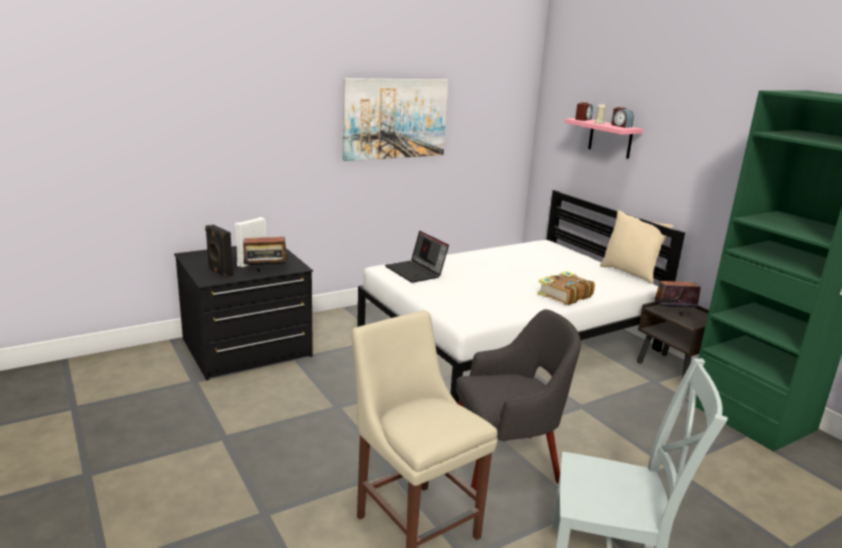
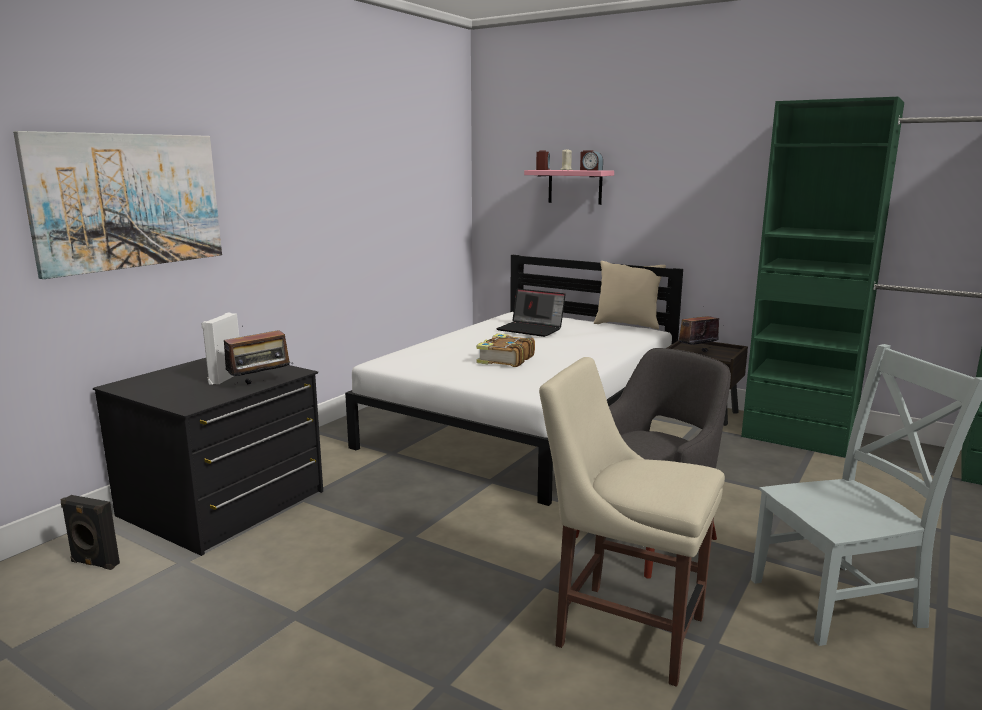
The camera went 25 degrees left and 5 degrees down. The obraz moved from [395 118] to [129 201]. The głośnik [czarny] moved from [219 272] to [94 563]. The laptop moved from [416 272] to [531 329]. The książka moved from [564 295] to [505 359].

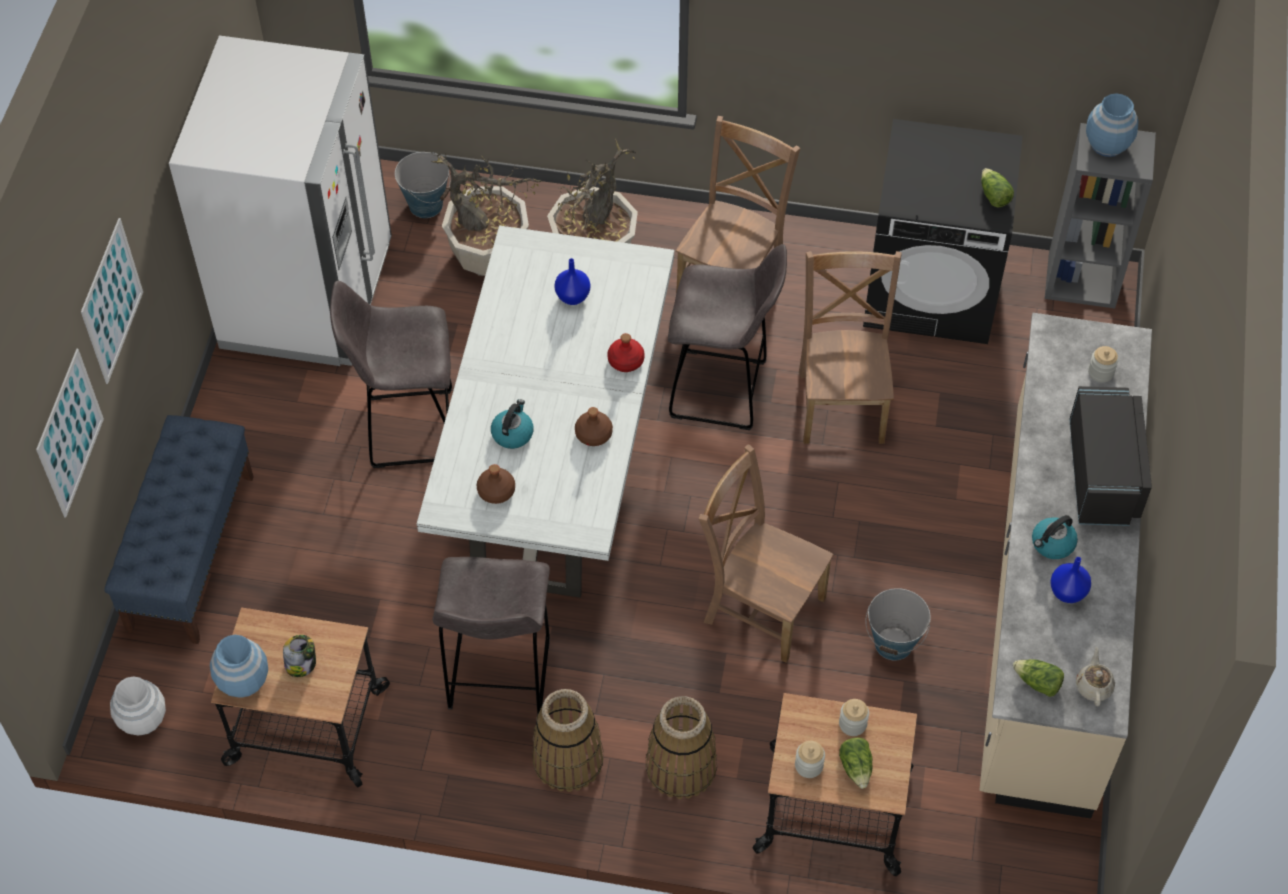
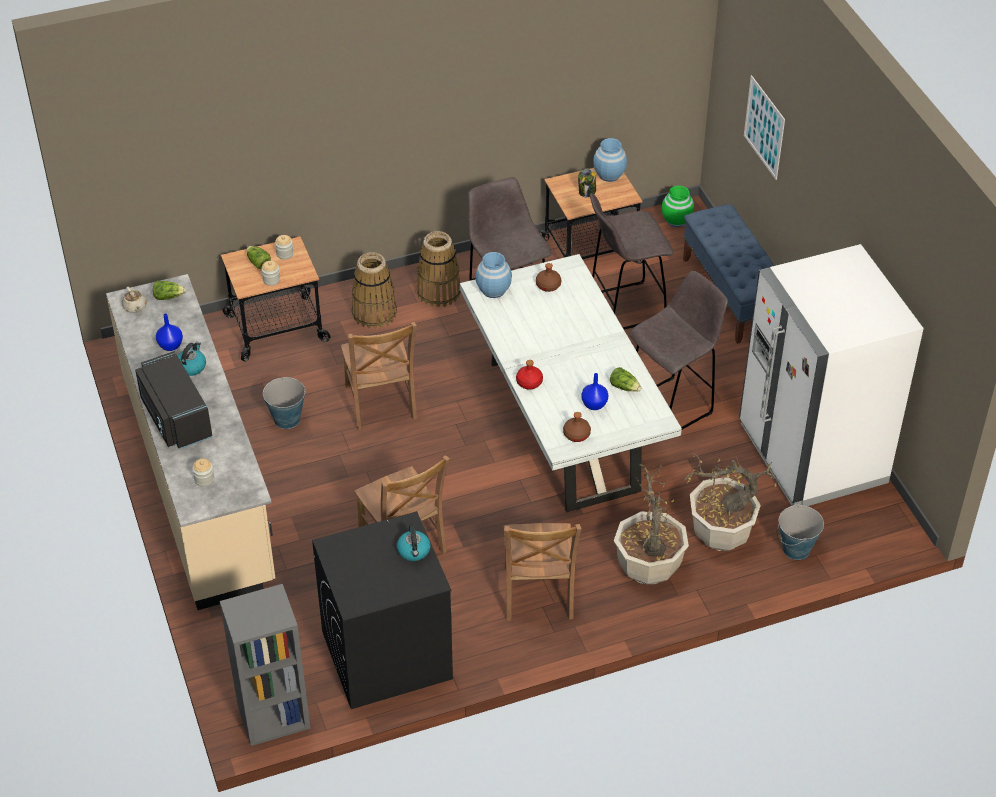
The camera went 150 degrees right and 10 degrees down. The wazon [niebieski] moved from [1107 144] to [493 290]. The sałata moved from [993 195] to [624 387]. The obraz at [112 301] disappeared. The stołek [szary] moved from [722 390] to [624 307]. The czajnik moved from [512 433] to [414 551]. The butelka [brązowy] moved from [593 434] to [576 434]. The krzesło [brązowy] at [760 606] turned 75 degrees clockwise. The wazon [biały] at [143 720] became the wazon [zielony] at [676 220].

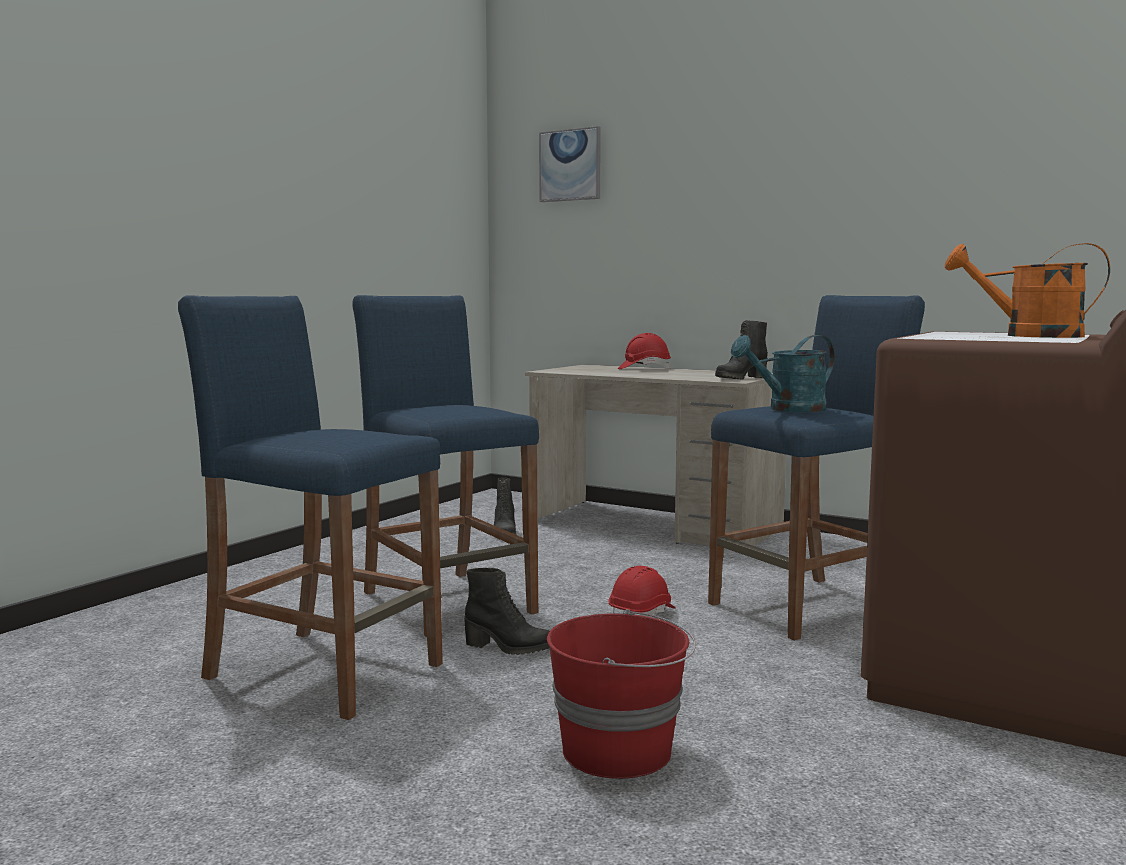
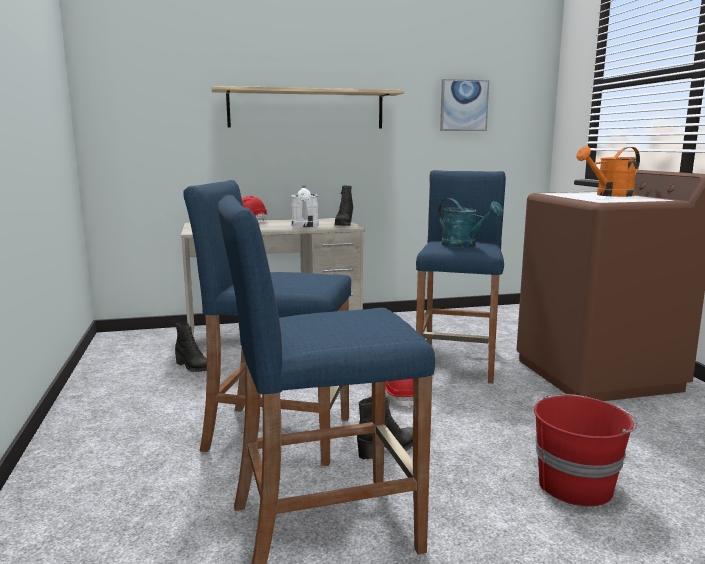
The camera went 45 degrees left and 5 degrees up. The obraz moved from [570 165] to [463 105]. The konewka [turkusowy] at [788 409] turned 60 degrees counterclockwise. The półka at [306 109] appeared. The konewka [biały] at [305 226] appeared.

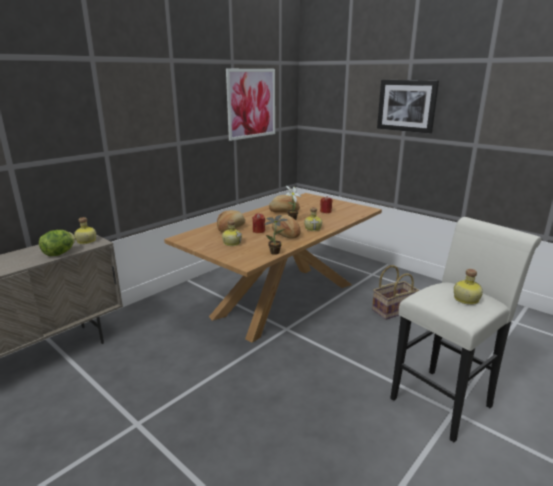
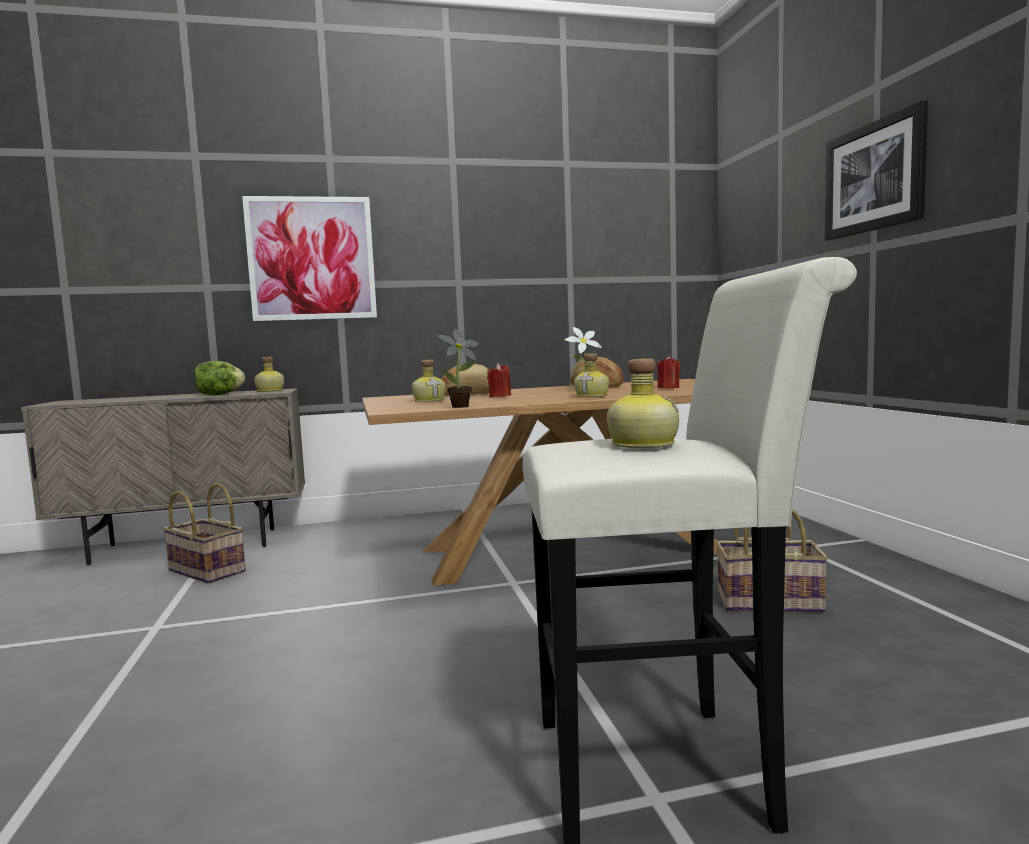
The camera went 35 degrees right and 15 degrees down. The obraz moved from [251 103] to [311 258]. The chleb at [285 234] disappeared. The koszyk at [205 571] appeared.

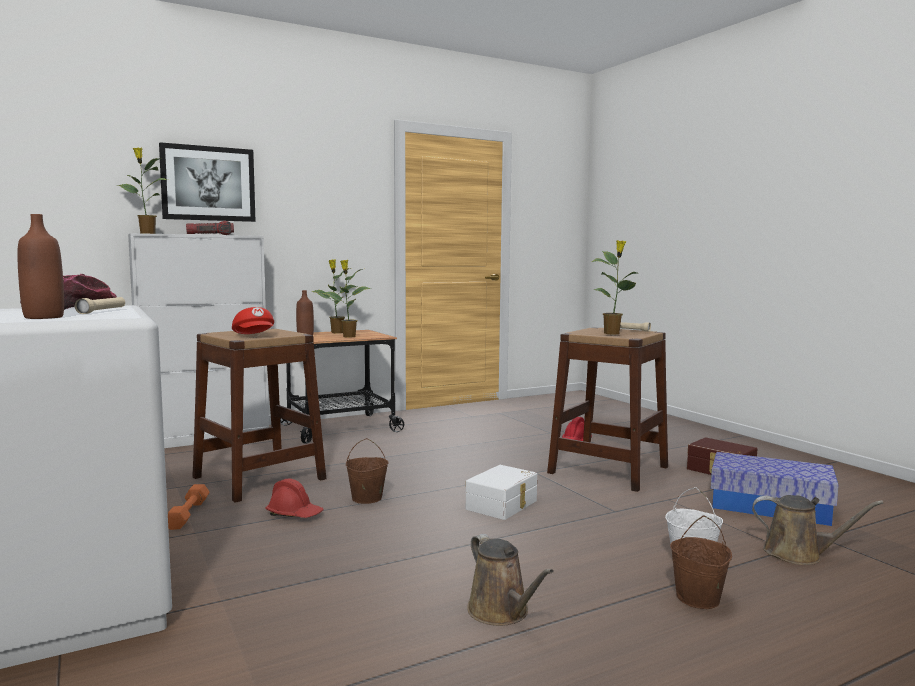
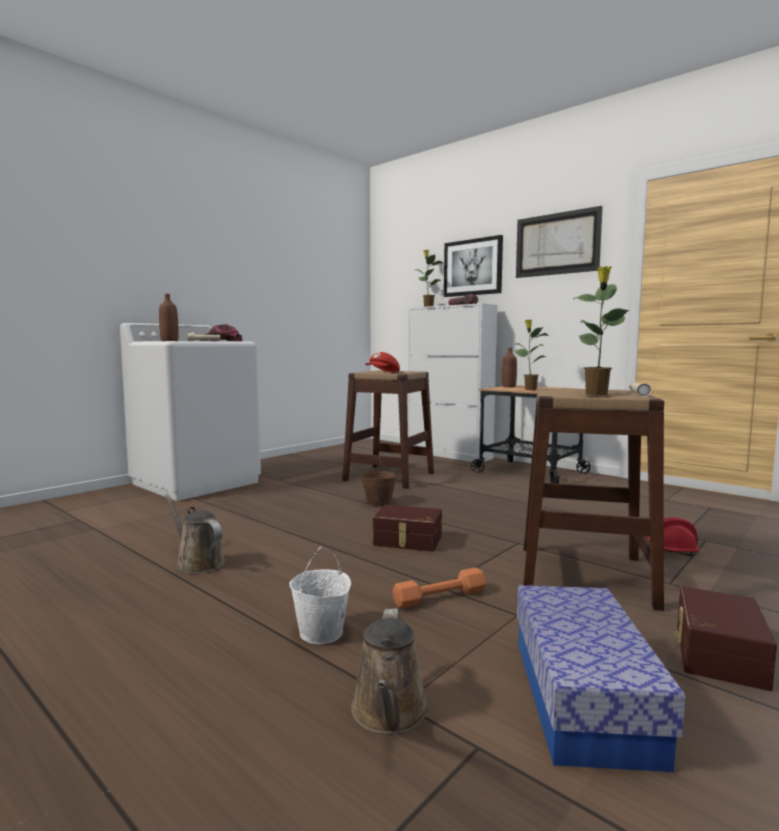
The camera went 70 degrees right and 0 degrees up. The roślina doniczkowa at [336 332] disappeared. The pojemnik do przechowywania [biały] at [503 505] became the pojemnik do przechowywania [brązowy] at [407 541]. The kask [czerwony] at [295 514] disappeared. The hantel [pomarańczowy] moved from [188 514] to [440 597]. The wiadro [brązowy] at [698 599] disappeared. The konewka [brązowy] at [501 612] turned 90 degrees clockwise. The obraz at [557 244] appeared.

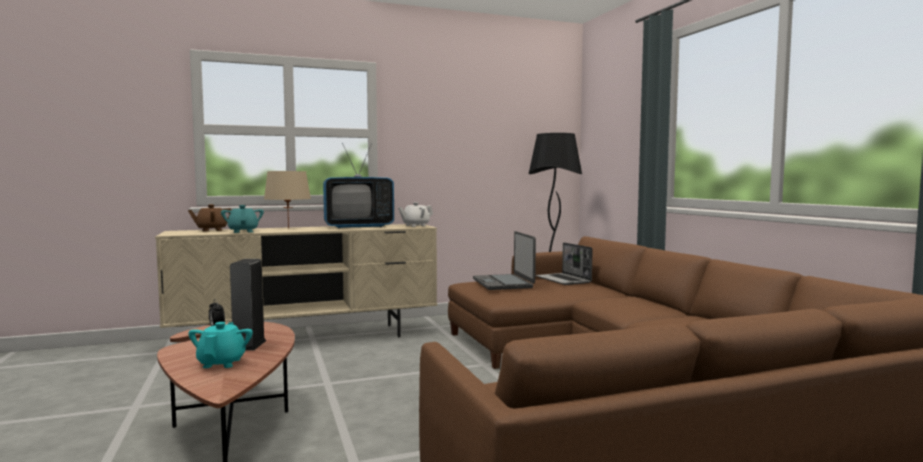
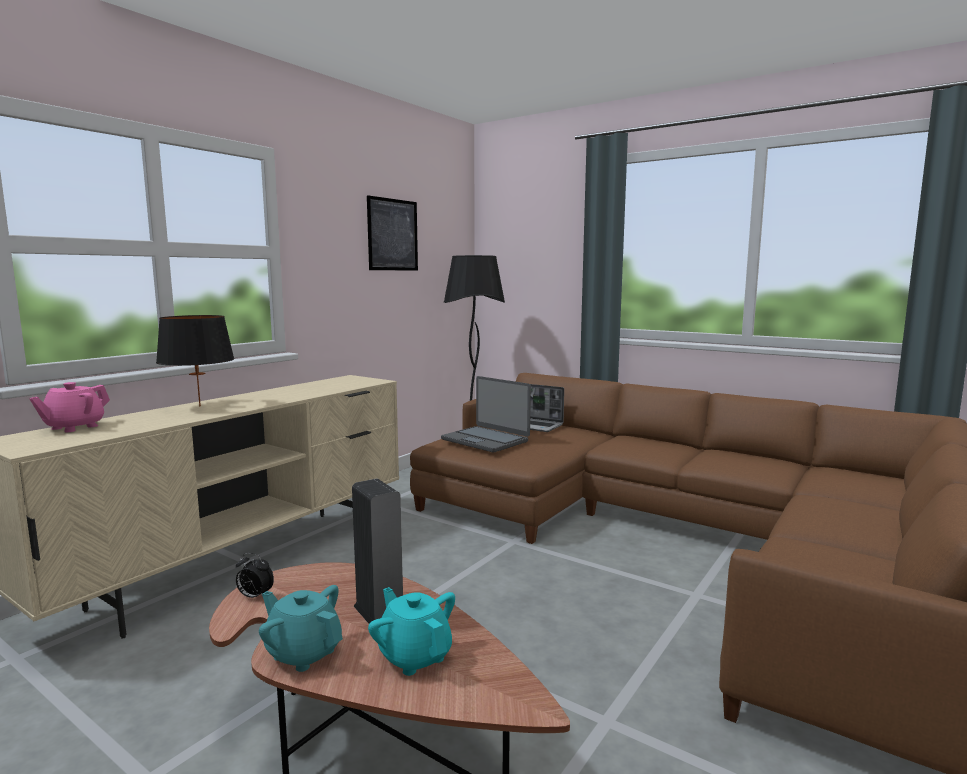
The camera went 35 degrees left and 5 degrees up. The telewizor at [359 227] disappeared. The lampa stołowa [beżowy] at [288 228] became the lampa stołowa [czarny] at [199 406]. The imbryk [biały] at [415 225] disappeared. The imbryk [brązowy] at [211 230] became the imbryk [różowy] at [74 427]. The imbryk [turkusowy] moved from [243 231] to [303 653]. The obraz at [393 235] appeared.

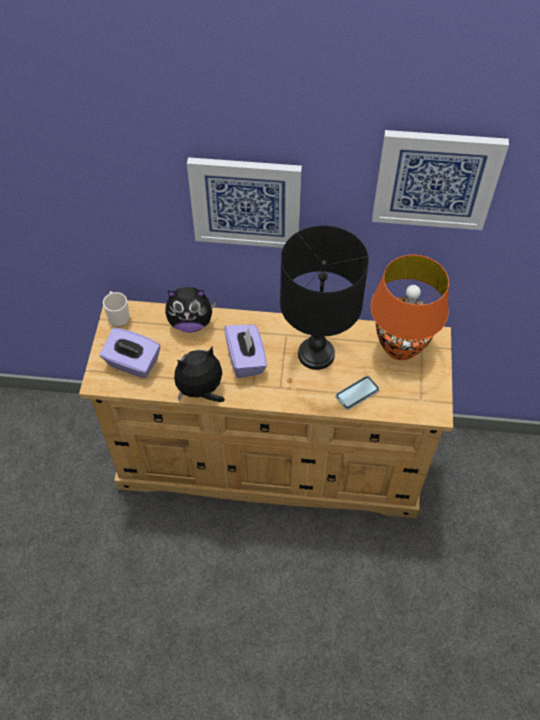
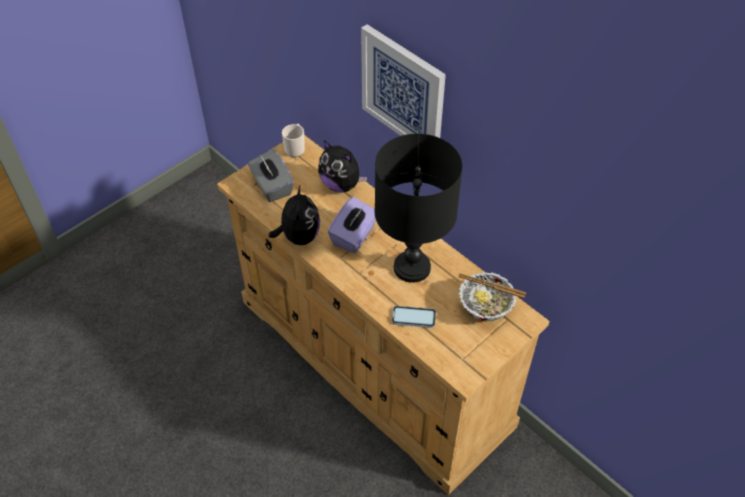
The camera went 40 degrees right and 5 degrees down. The obraz at [436 179] disappeared. The lampa stołowa [pomarańczowy] at [399 348] was replaced by the miska at [485 307]. The pudełko chusteczek [fioletowy] at [132 363] became the pudełko chusteczek [szary] at [272 186]. The pluszak at [201 391] turned 75 degrees clockwise.

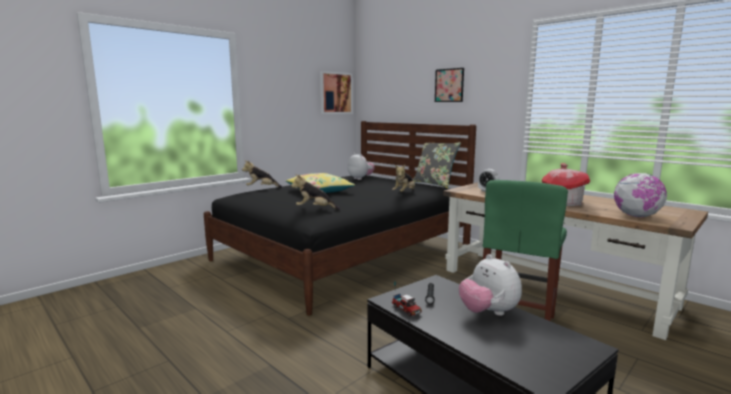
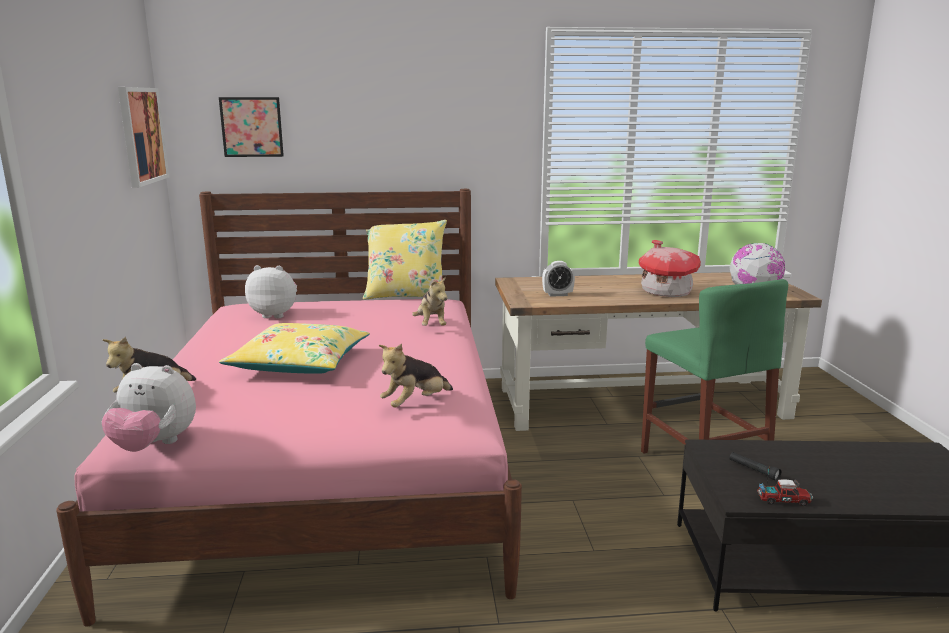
The camera went 50 degrees left and 5 degrees up. The obraz moved from [449 85] to [251 127]. The łóżko [czarny] at [344 253] became the łóżko [różowy] at [333 468]. The poduszka [szary] at [434 184] became the poduszka [żółty] at [406 296]. The pluszak moved from [488 313] to [154 445].

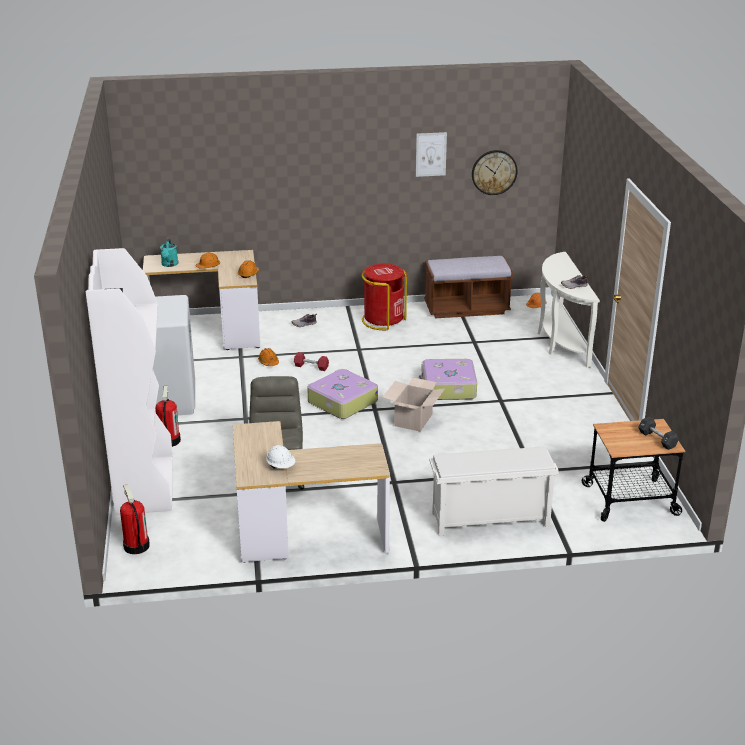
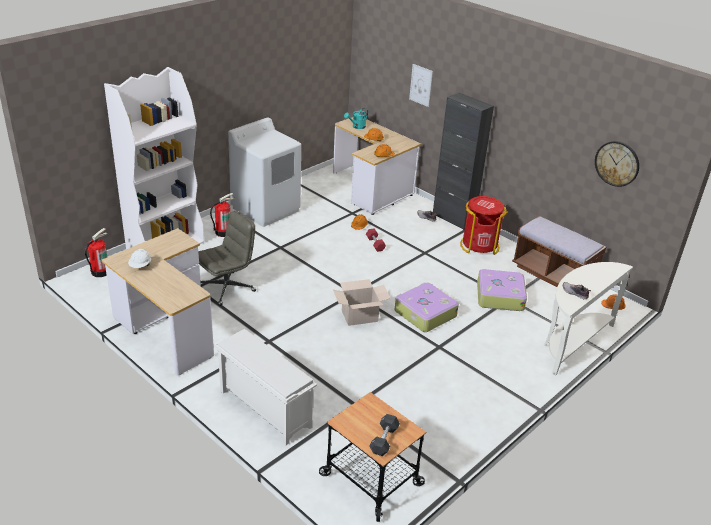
The camera went 50 degrees right and 5 degrees up. The obraz moved from [431 154] to [421 85]. The walizka moved from [341 402] to [499 296]. The szafka [czarny] at [453 219] appeared.

